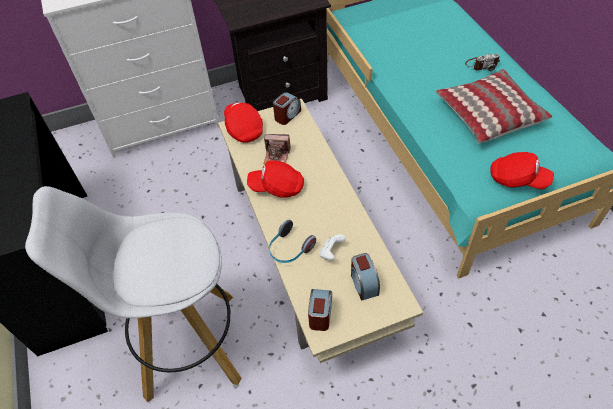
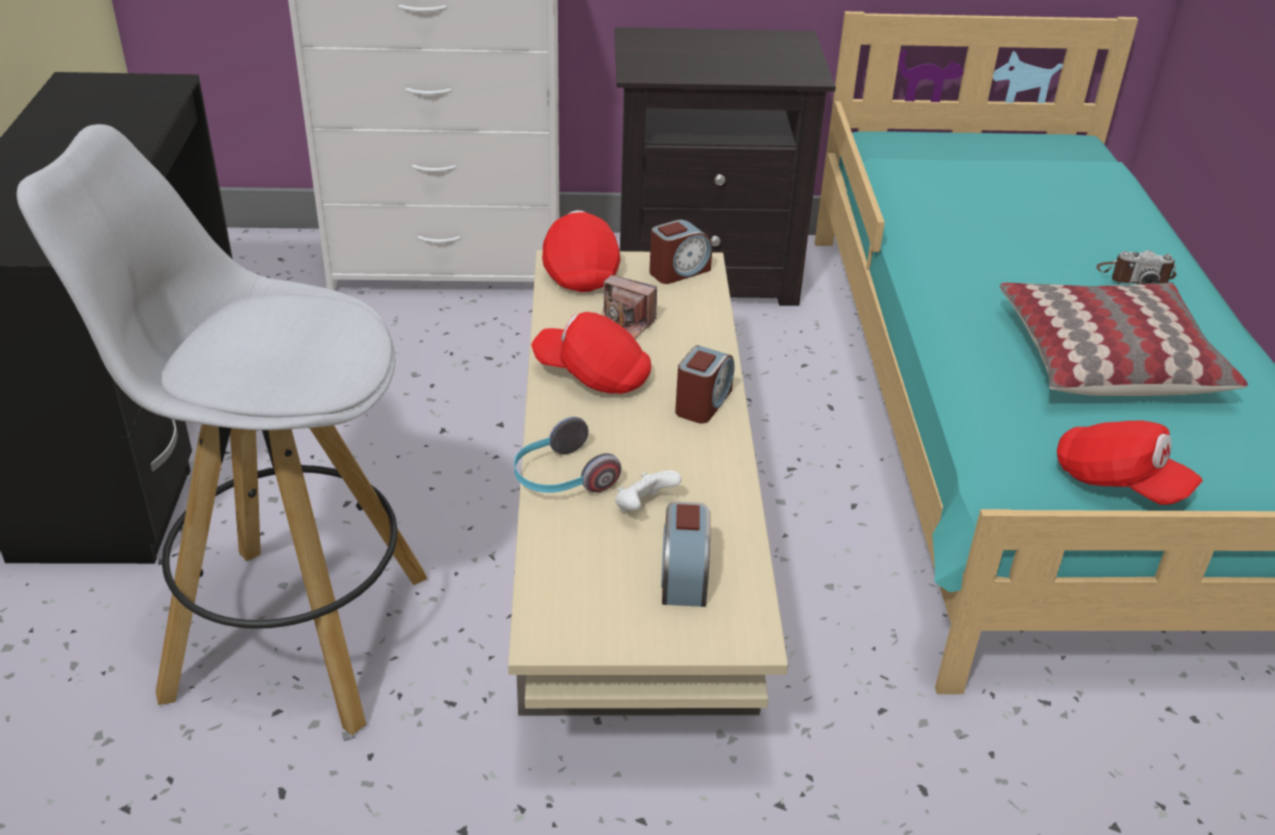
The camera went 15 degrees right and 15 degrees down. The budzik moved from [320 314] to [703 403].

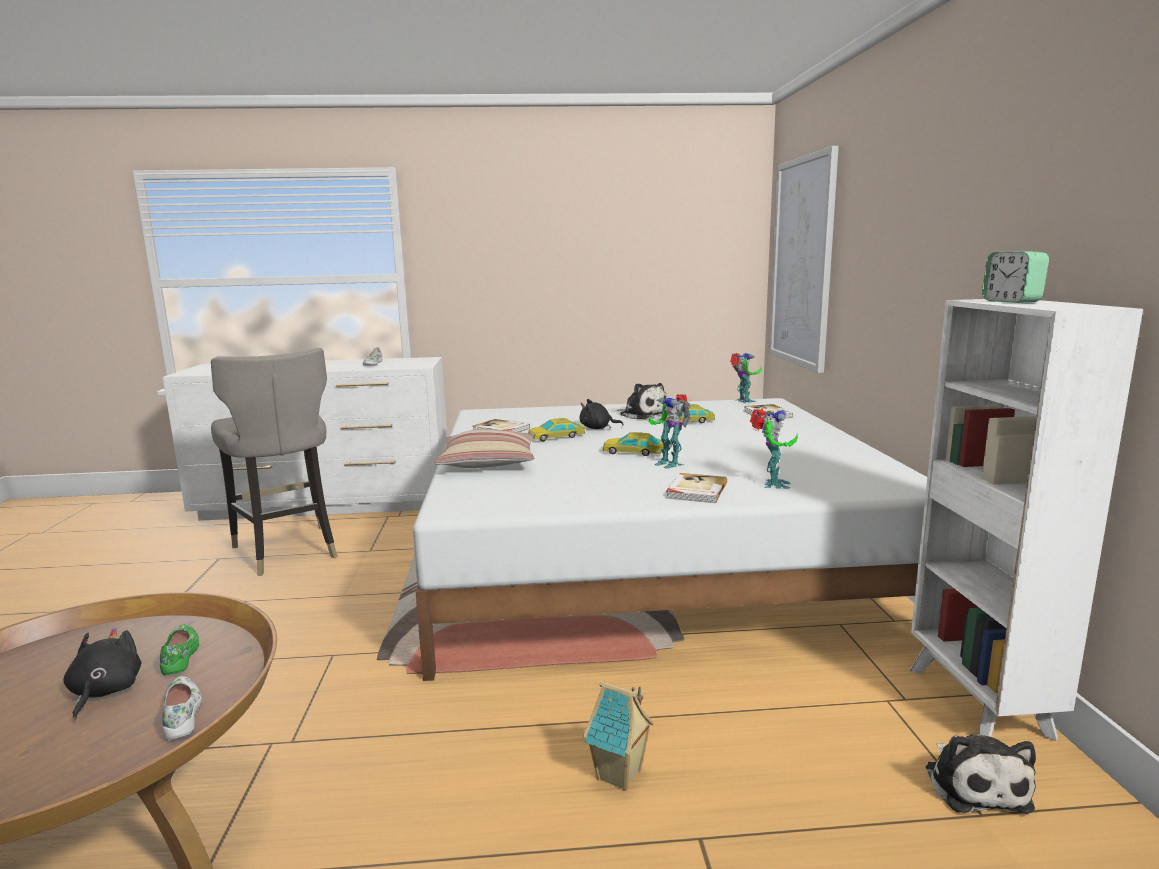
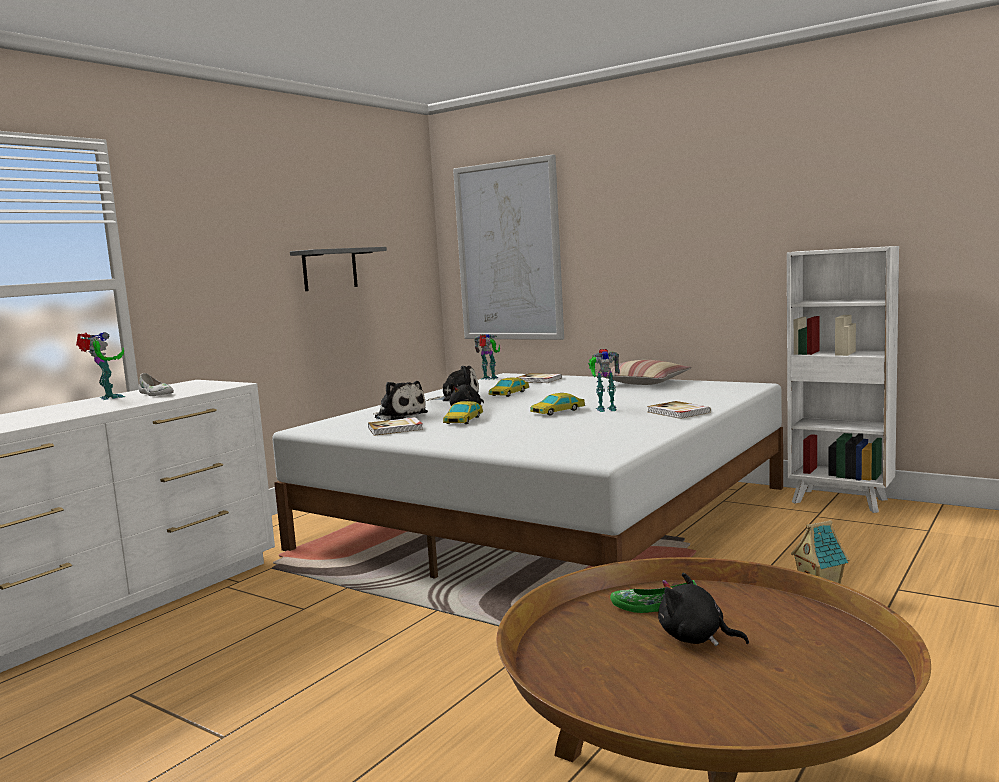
The camera went 50 degrees left and 5 degrees down. The budzik at [1011 301] disappeared. The stołek [szary] at [288 551] disappeared. The robot zabawkowy moved from [772 484] to [108 398]. The poduszka moved from [488 462] to [644 382]. The but [biały] at [182 713] disappeared. The pluszak moved from [974 785] to [399 416]. The półka [szary] at [330 269] appeared.

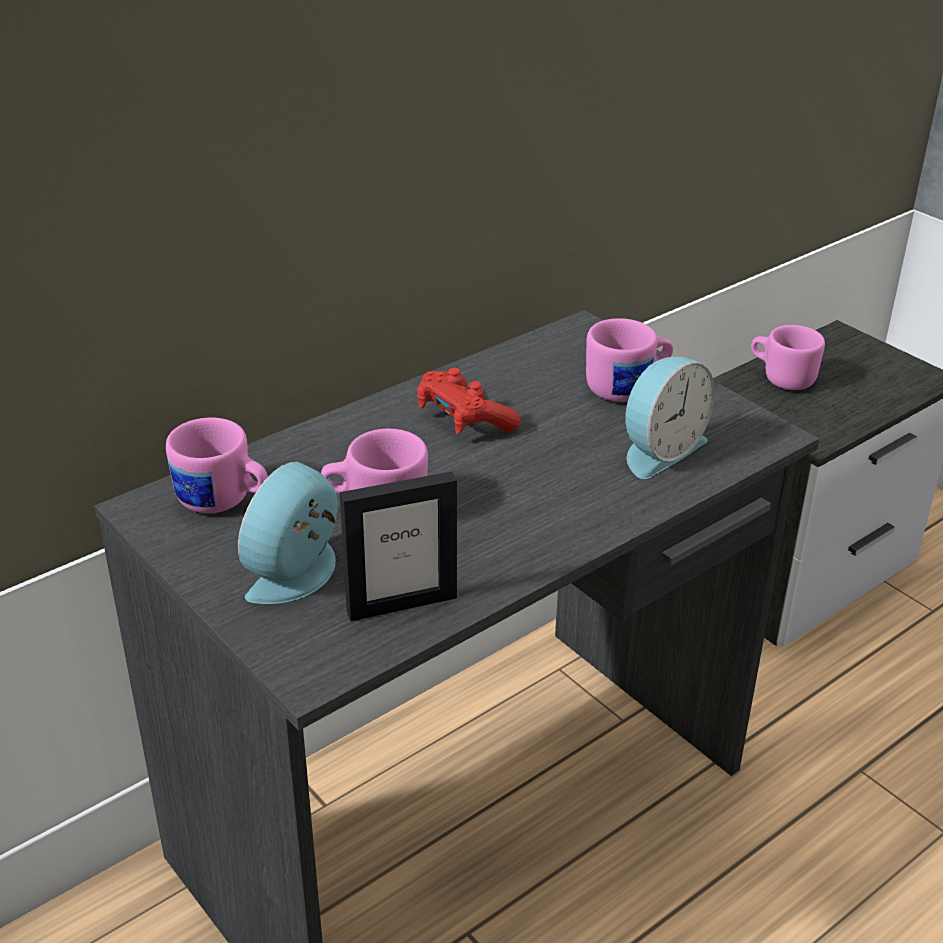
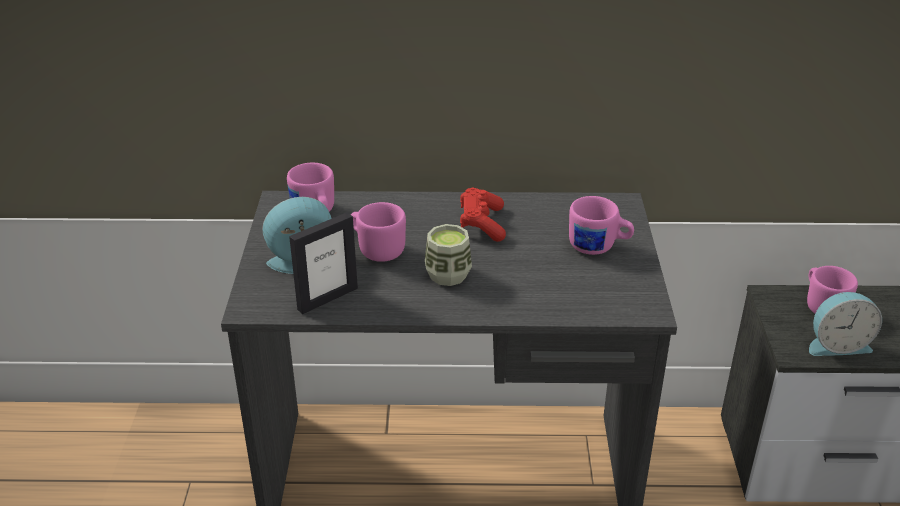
The camera went 40 degrees right and 0 degrees up. The budzik moved from [659 450] to [837 344]. The ramka na zdjęcie at [401 604] turned 60 degrees counterclockwise. The filiżanka at [448 275] appeared.

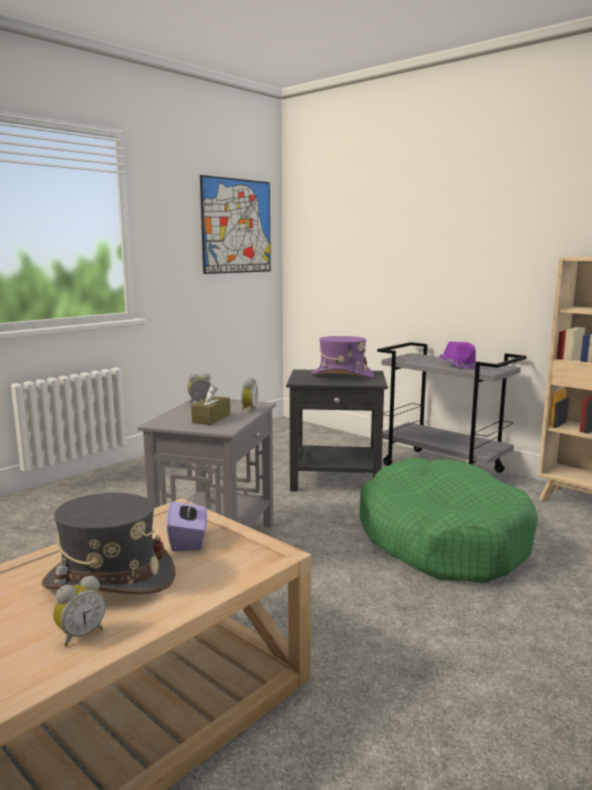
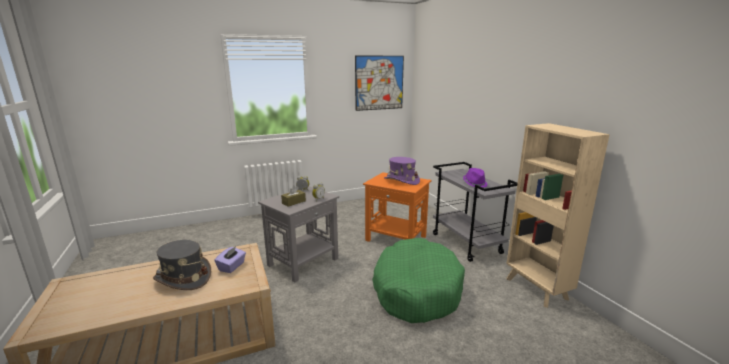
The camera went 25 degrees right and 5 degrees up. The stolik [czarny] at [336 479] became the stolik [pomarańczowy] at [396 238]. The budzik at [80 634] disappeared.

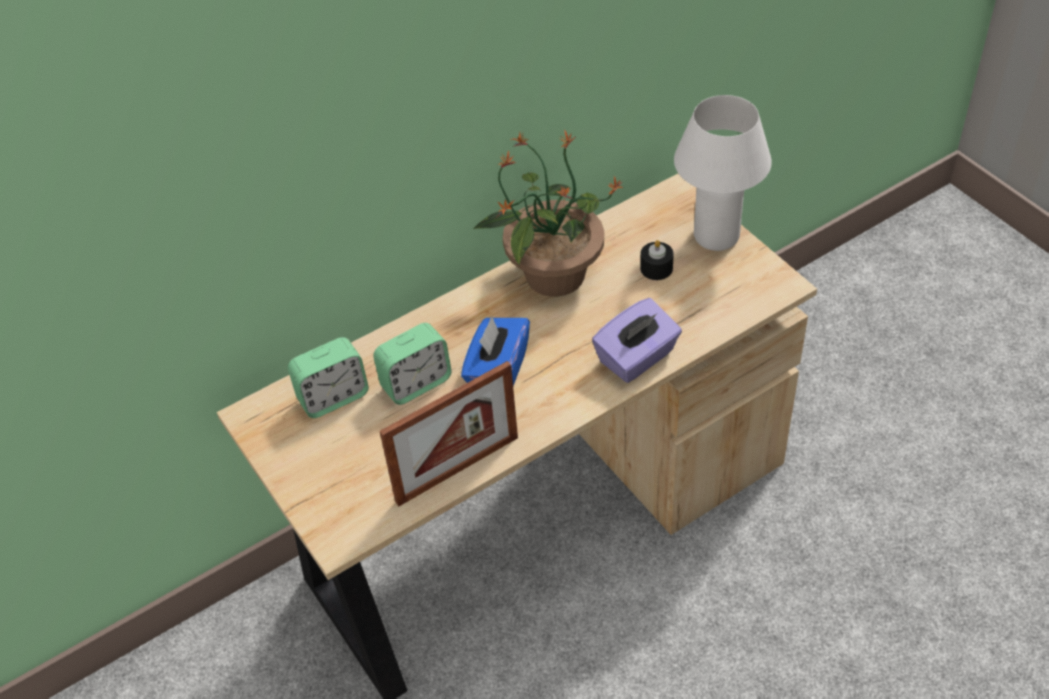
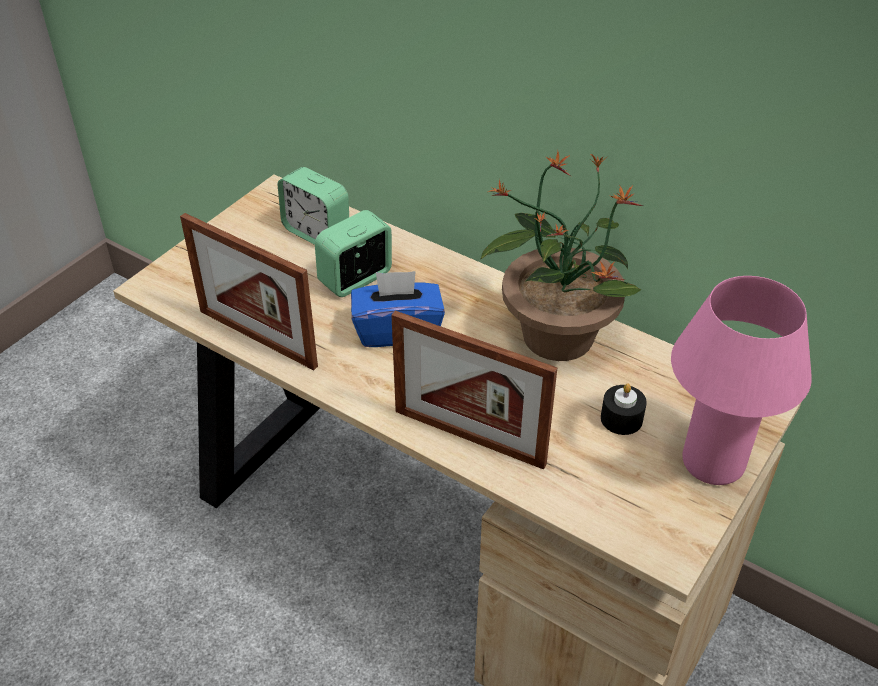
The camera went 65 degrees right and 5 degrees down. The lampa stołowa [biały] at [716 236] became the lampa stołowa [różowy] at [713 462]. The pudełko chusteczek [fioletowy] at [637 358] was replaced by the ramka na zdjęcie at [469 437]. The budzik at [416 383] turned 105 degrees clockwise.

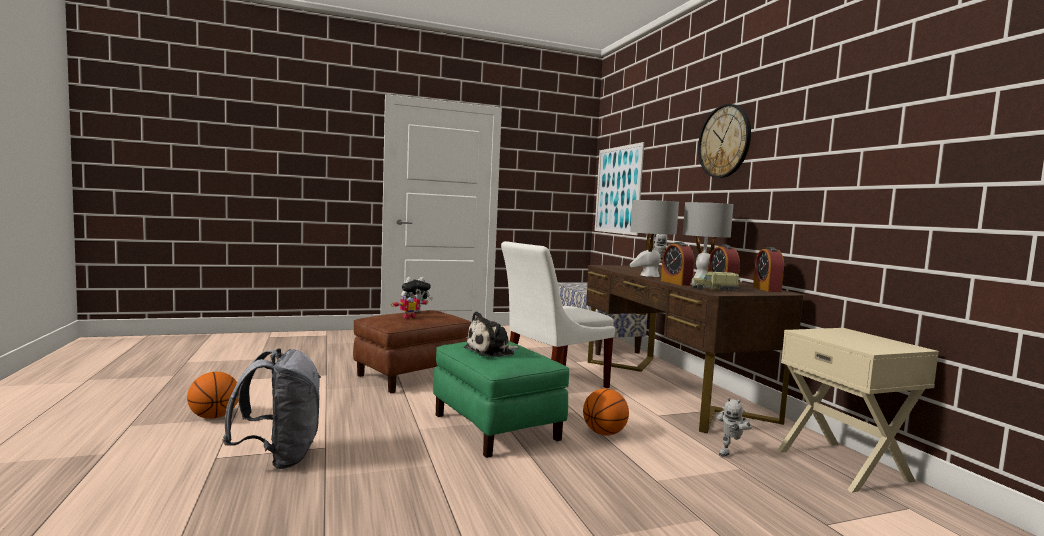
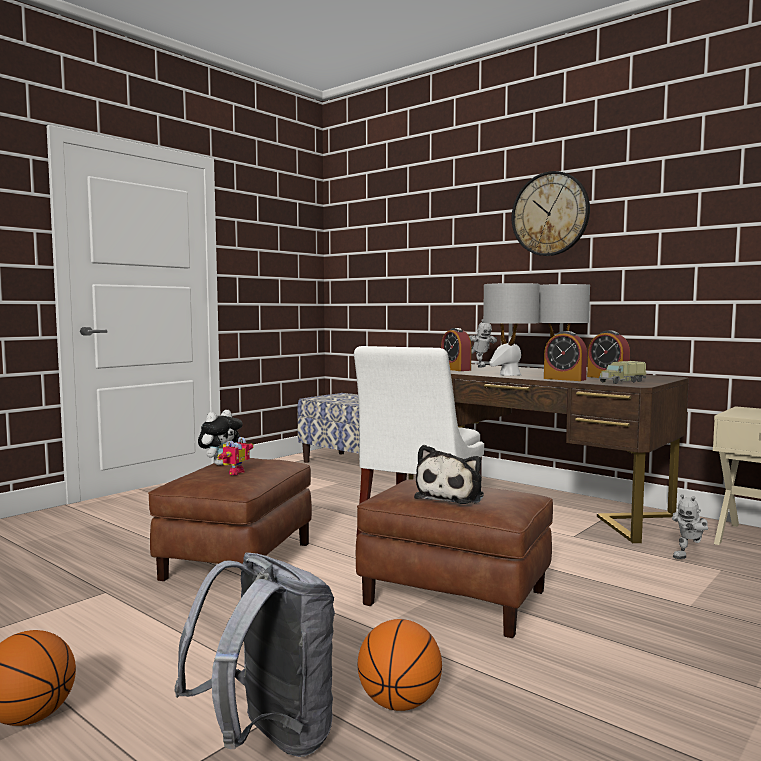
The camera went 30 degrees left and 0 degrees up. The obraz at [618 190] disappeared. The budzik moved from [766 289] to [455 369]. The pufa [zielony] at [497 427] became the pufa [brązowy] at [456 597]. The piłka do koszykówki moved from [604 433] to [399 703]. The robot zabawkowy at [730 452] turned 45 degrees clockwise.

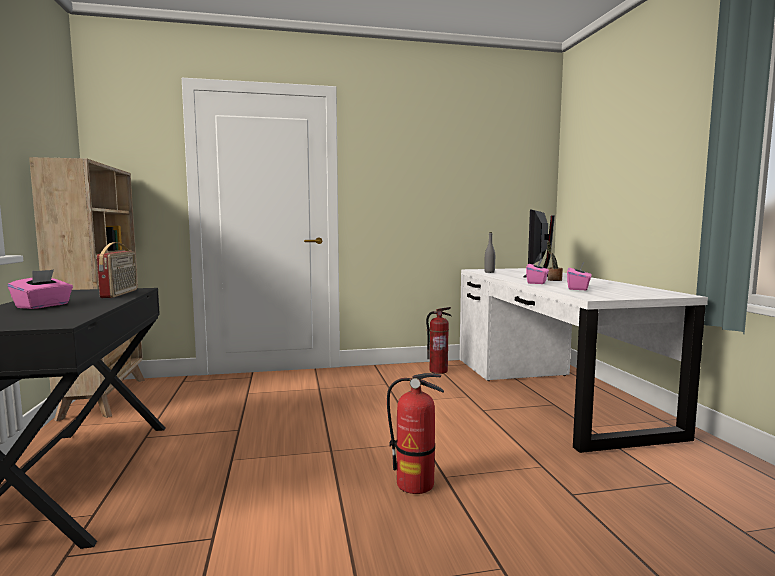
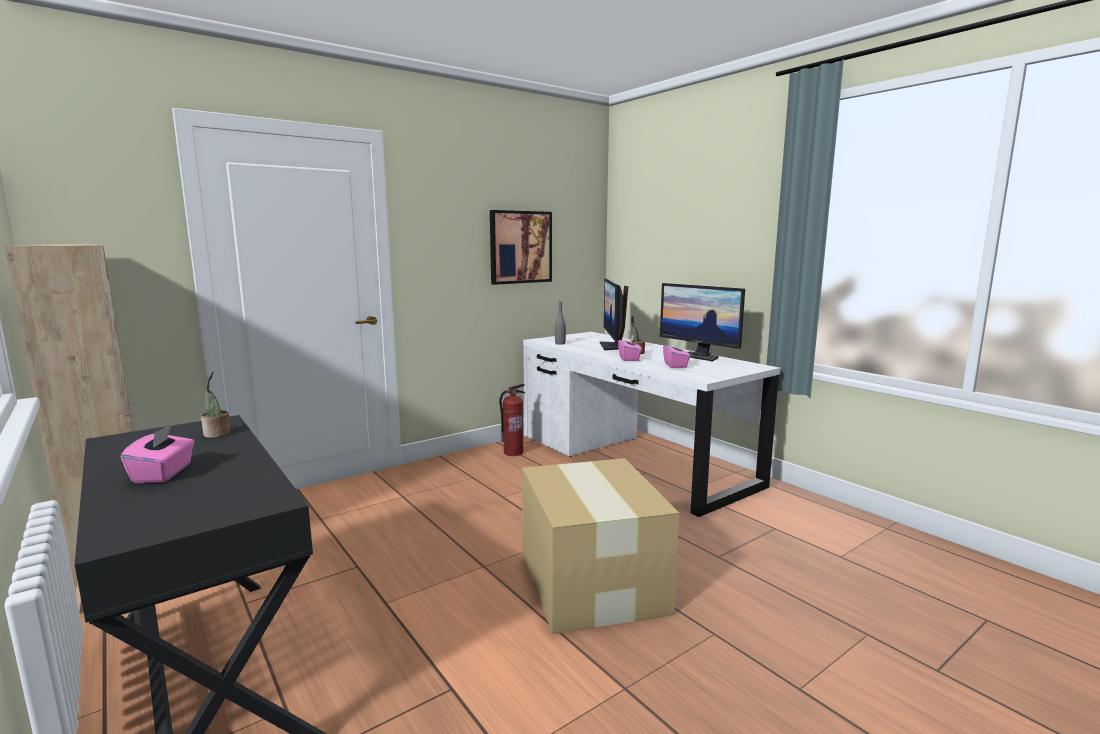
The camera went 25 degrees left and 5 degrees up. The radio at [120 294] was replaced by the roślina doniczkowa at [217 434]. The gaśnica at [415 484] was replaced by the karton at [592 581]. The obraz at [520 247] appeared. The monitor at [699 356] appeared.

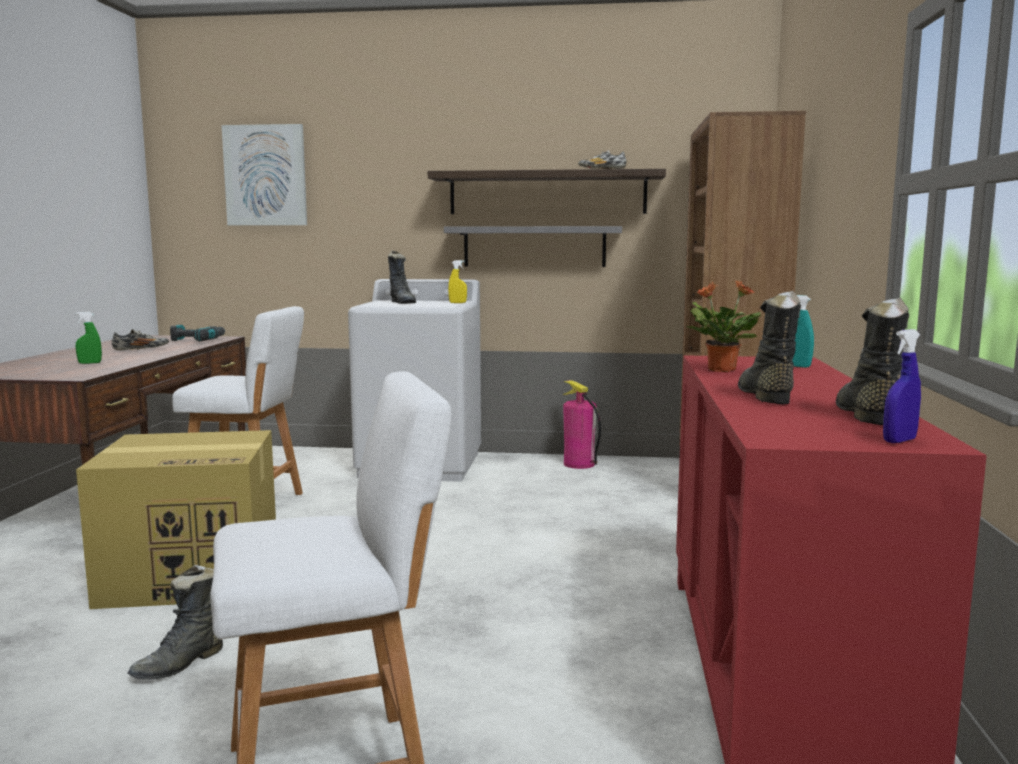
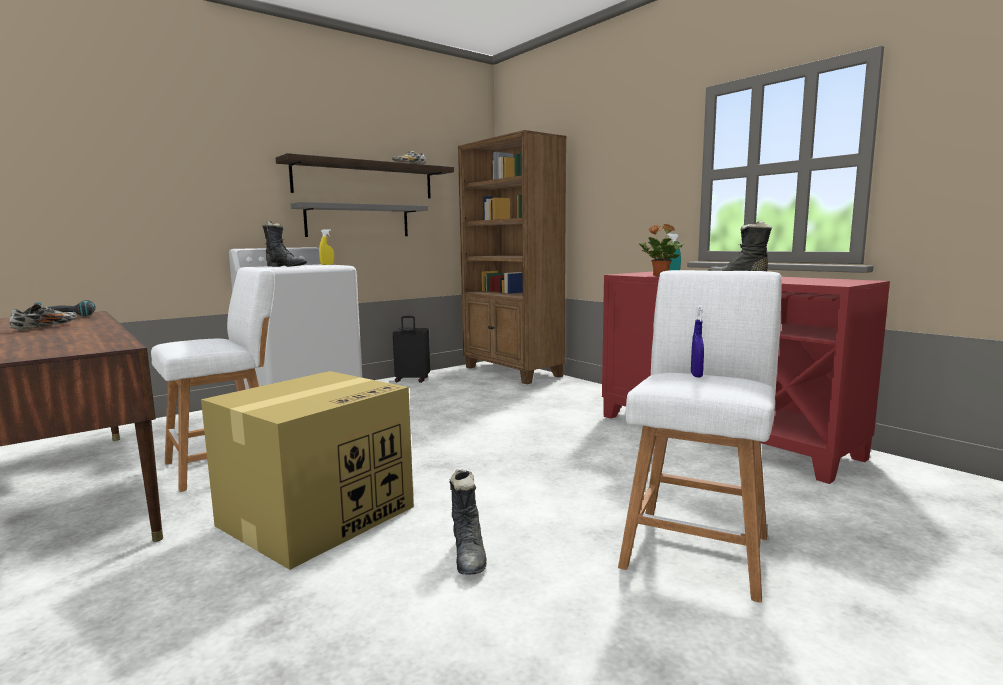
The camera went 45 degrees left and 0 degrees up. The obraz at [265 175] disappeared. The but z cholewką [czarny] at [864 414] disappeared. The spryskiwacz [zielony] at [90 363] disappeared. The spryskiwacz [niebieski] moved from [899 441] to [696 375]. The gaśnica at [578 464] was replaced by the walizka [czarny] at [412 380].

